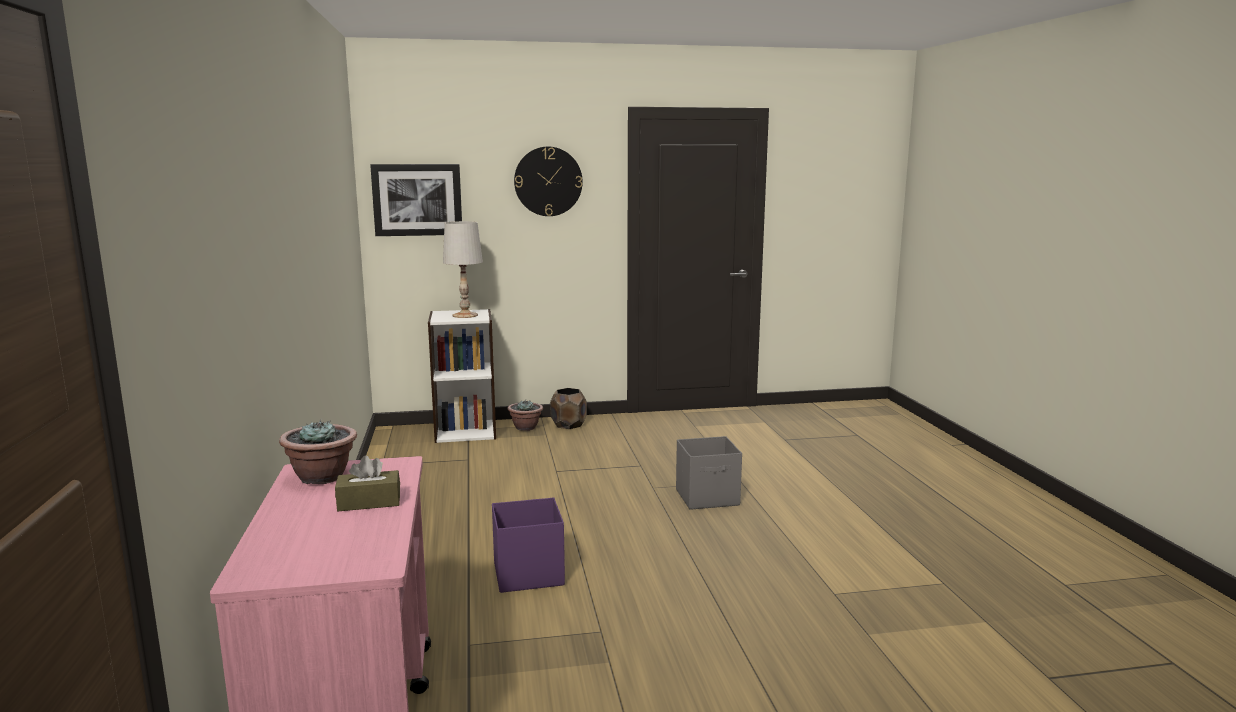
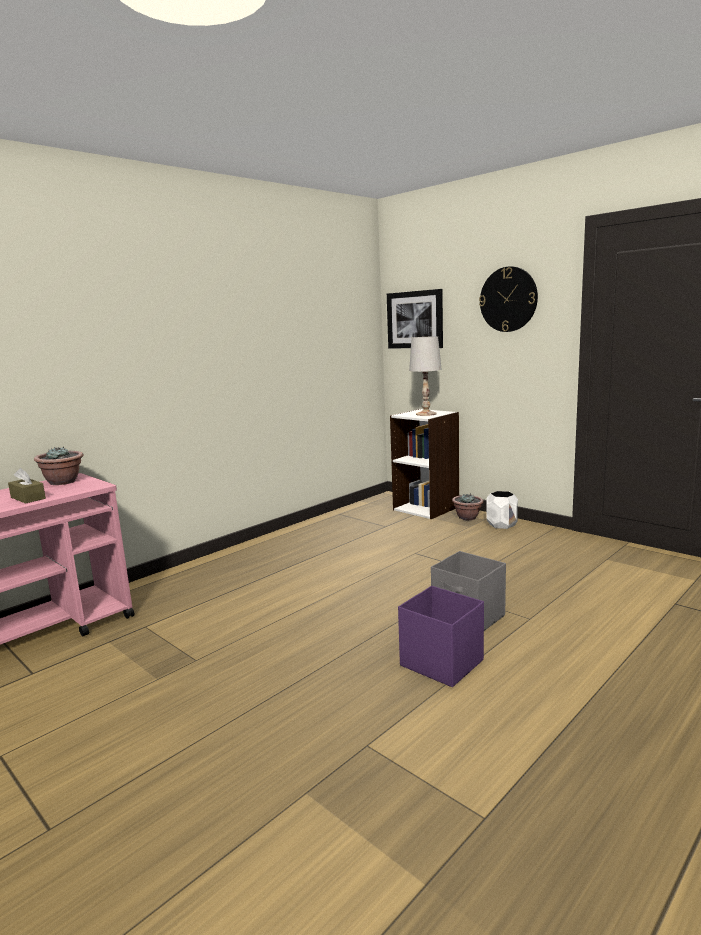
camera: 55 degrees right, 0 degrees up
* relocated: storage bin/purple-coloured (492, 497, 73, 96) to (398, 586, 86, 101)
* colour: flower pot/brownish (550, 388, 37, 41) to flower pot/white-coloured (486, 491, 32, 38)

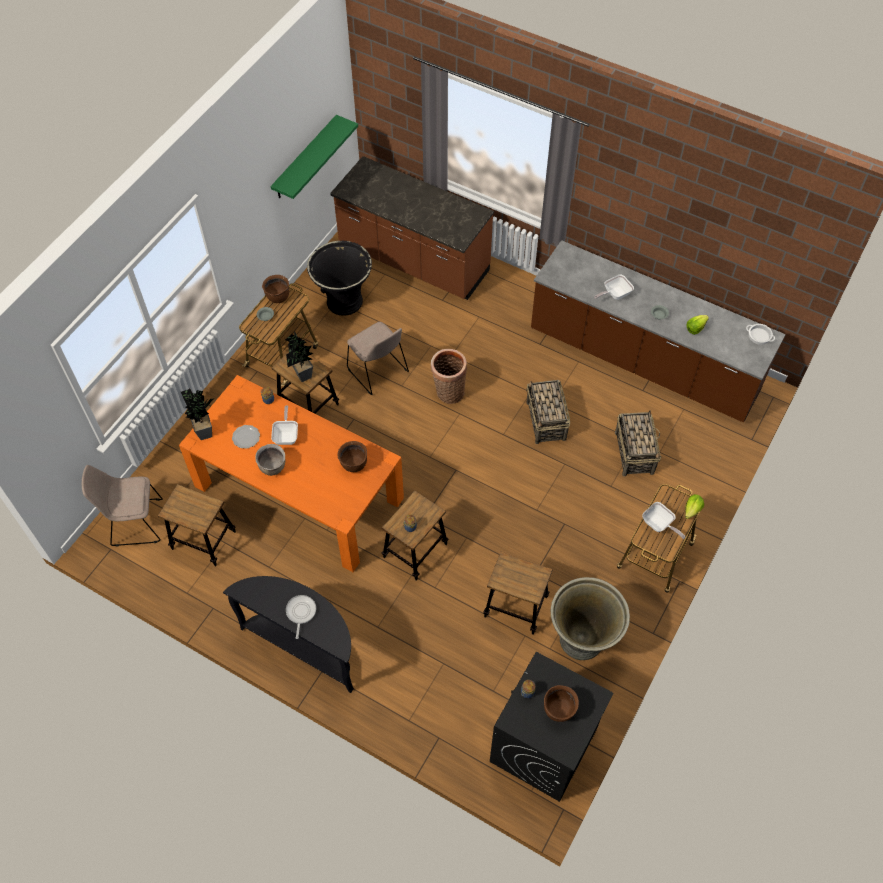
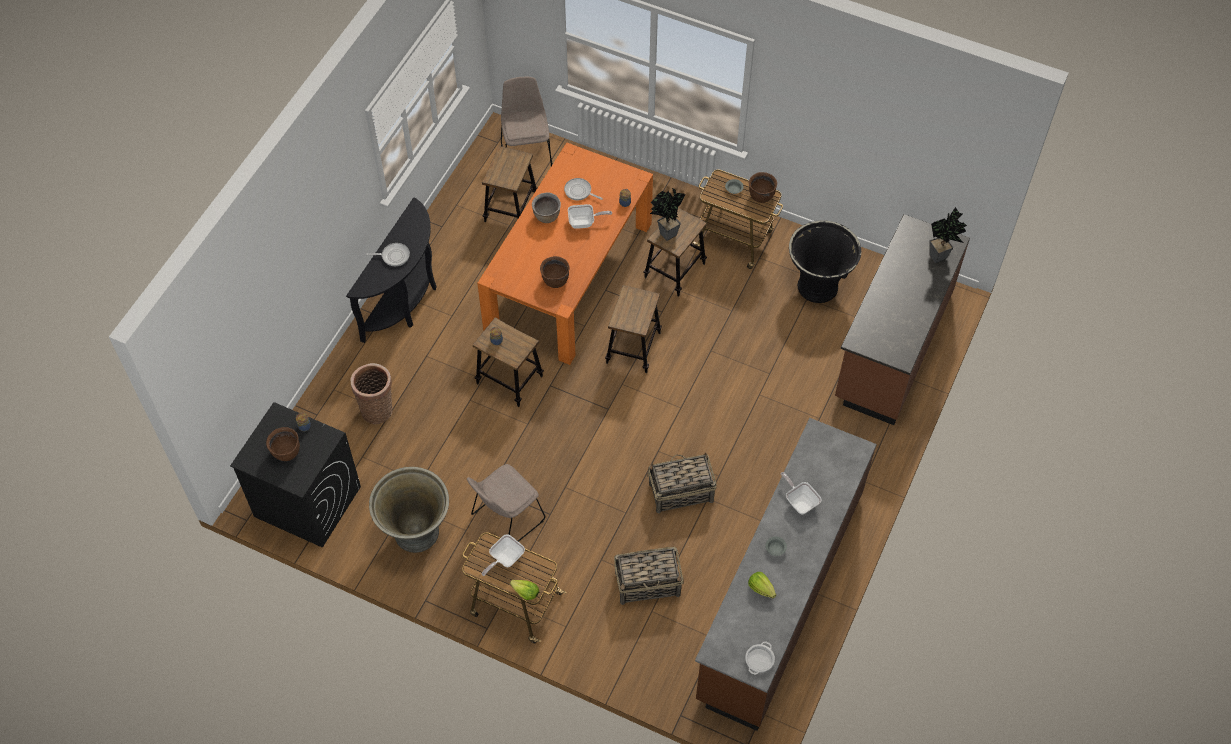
camera: 85 degrees right, 0 degrees up
* relocated: storage basket (431, 349, 36, 55) to (350, 363, 42, 61)
* relocated: chair/sand-coloured (347, 322, 62, 73) to (467, 464, 78, 78)
* exchanged: dinner plate (232, 425, 28, 24) to pan (564, 178, 39, 22)
* relocated: stool seat (483, 552, 70, 83) to (605, 285, 57, 88)
* relocated: houseplant (181, 389, 32, 51) to (929, 207, 38, 56)
* missing: shelf/greenish (271, 115, 87, 84)

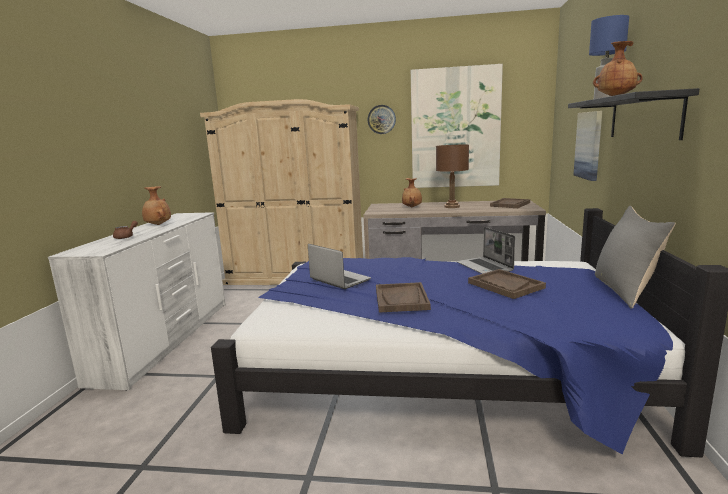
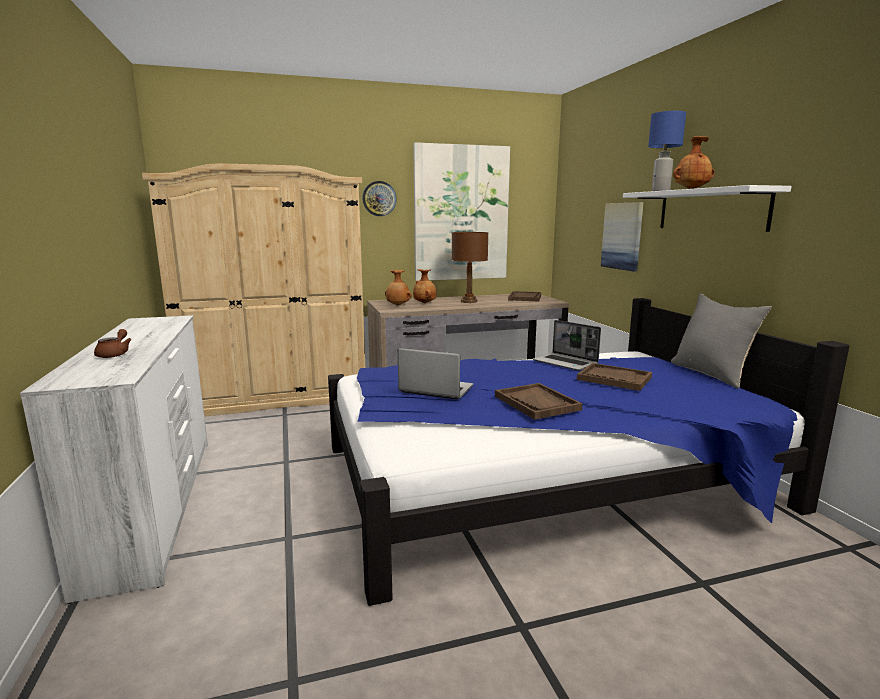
camera: 25 degrees left, 0 degrees up
* relocated: decorative vase/brownish (142, 187, 29, 38) to (385, 270, 27, 35)
* colour: shelf/black (568, 88, 131, 52) to shelf/white-coloured (623, 185, 168, 47)

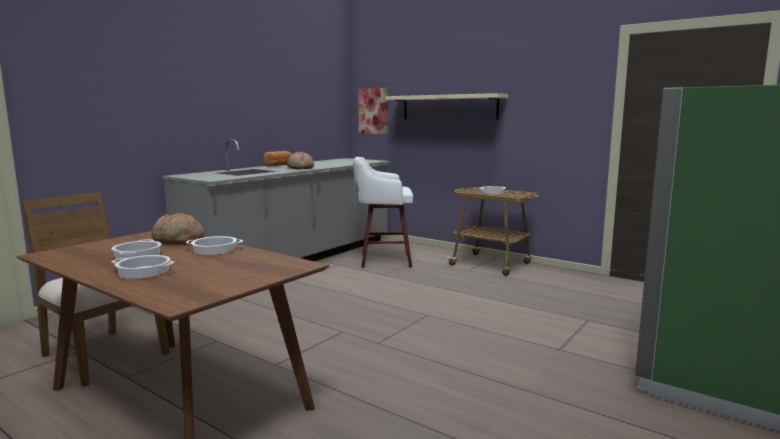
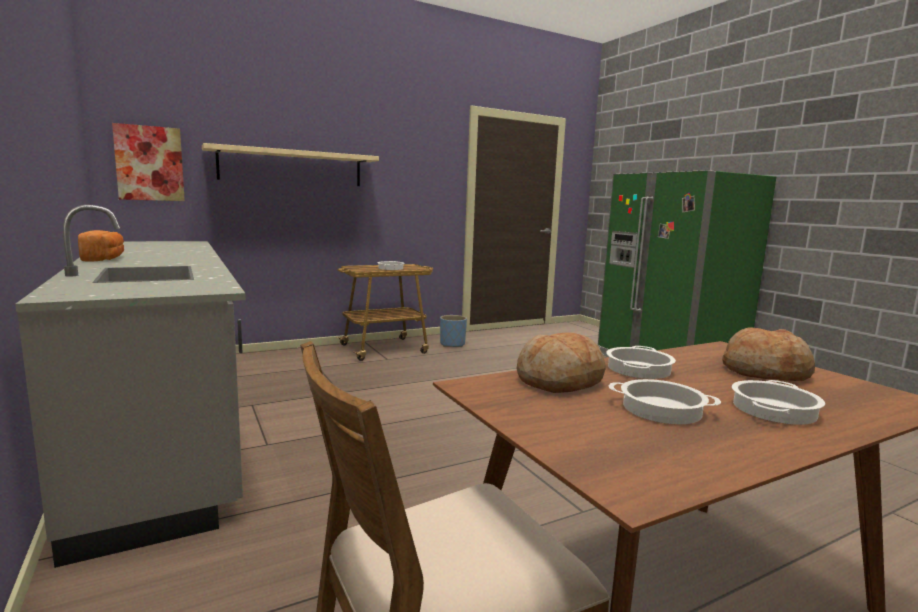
camera: 65 degrees left, 0 degrees up
* appeared: flower pot/blue (440, 315, 27, 32)
* relocated: bakery bread (287, 152, 27, 17) to (722, 327, 93, 54)
* missing: stool seat/white-coloured (353, 157, 60, 111)

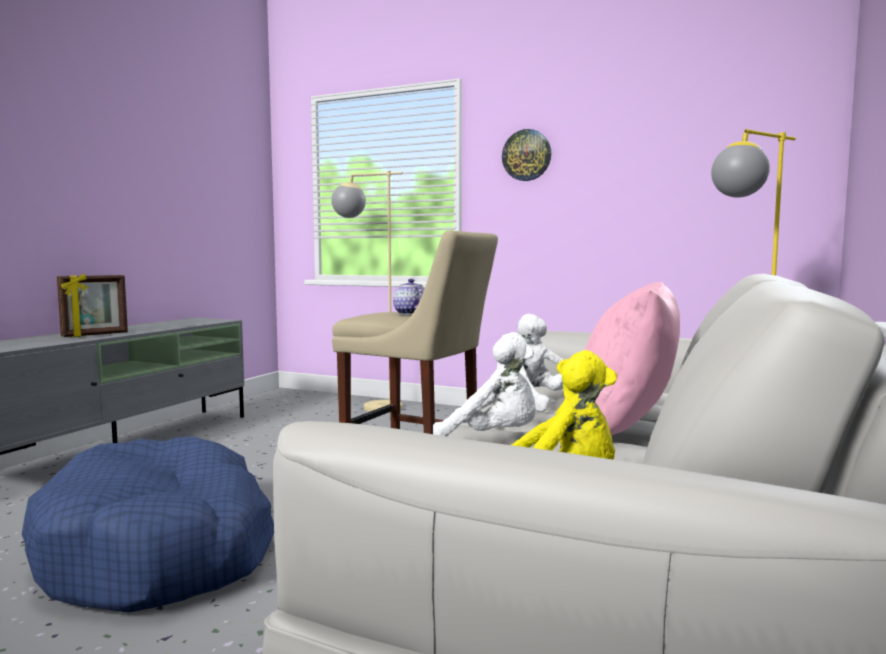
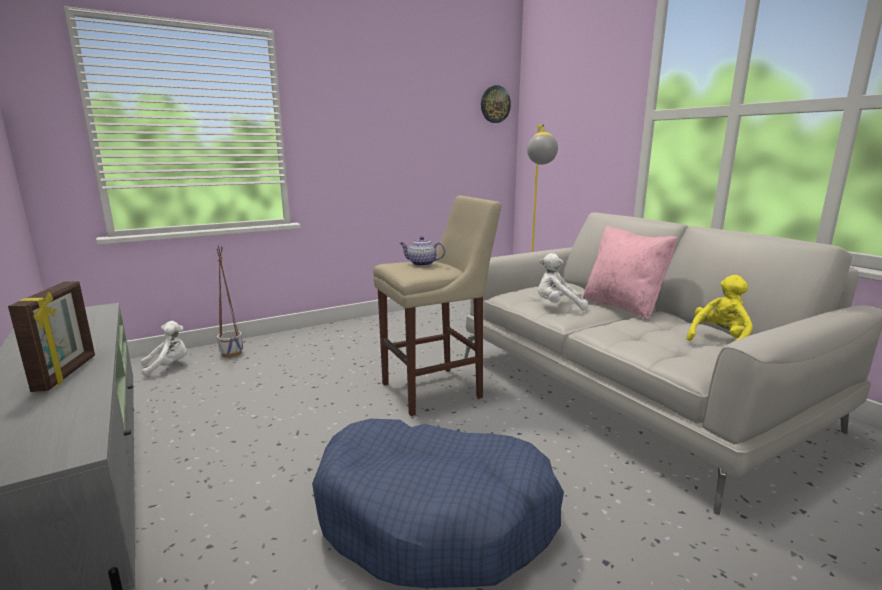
camera: 55 degrees left, 10 degrees up
* relocated: soft toy/white-coloured (433, 332, 103, 105) to (141, 321, 46, 56)
* exchanged: floor lamp/sand-coloured (331, 171, 72, 241) to flower pot (217, 245, 26, 113)
* relocated: hanging clock (502, 129, 49, 52) to (481, 85, 30, 38)

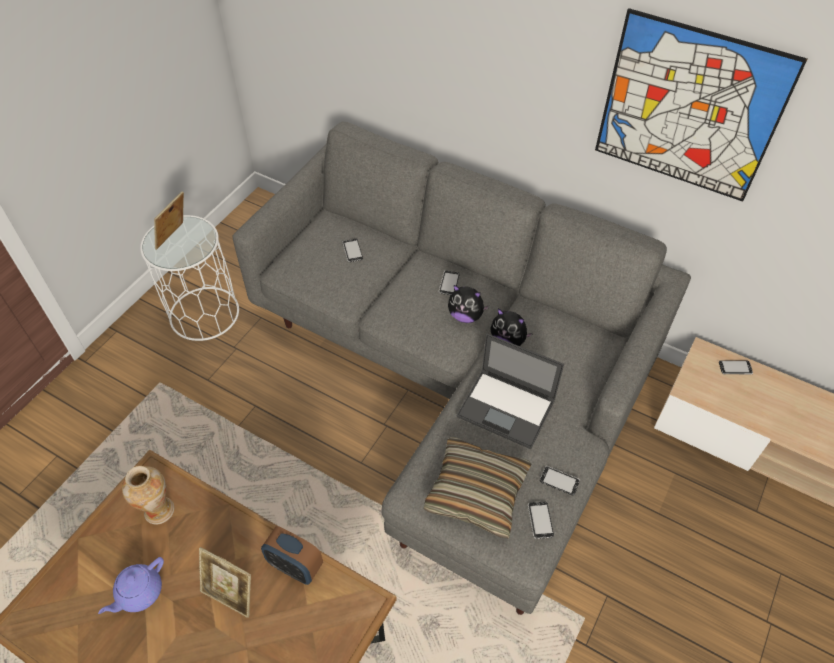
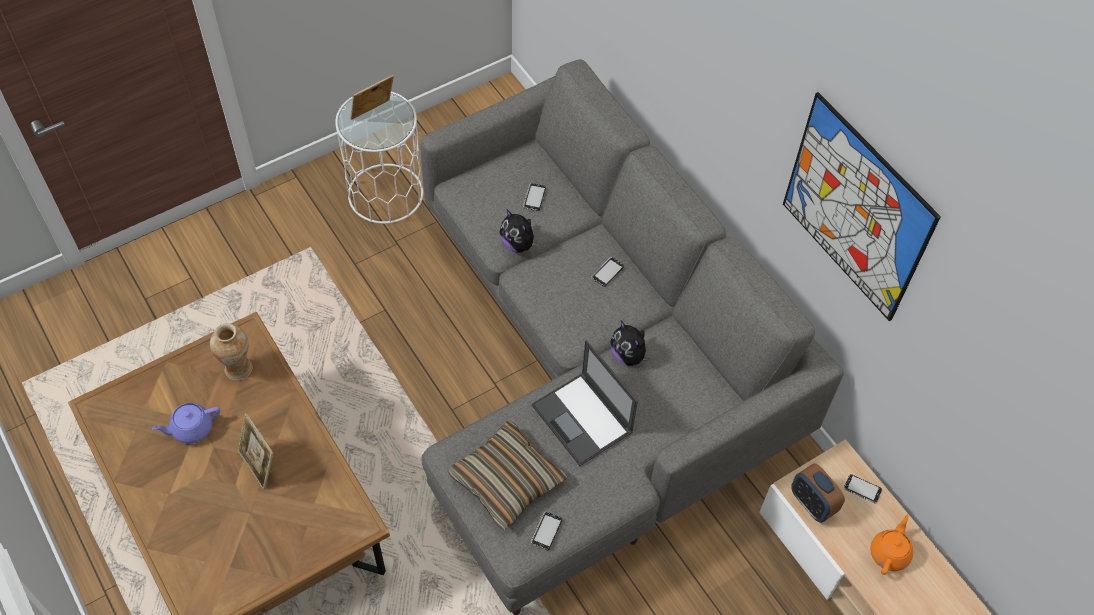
camera: 25 degrees right, 5 degrees up
* relocated: soft toy (448, 285, 41, 38) to (500, 209, 40, 44)
* relocated: alarm clock (261, 526, 62, 59) to (791, 463, 54, 60)
* appeared: teapot/orange (870, 515, 43, 60)
* missing: telephone (540, 466, 40, 29)

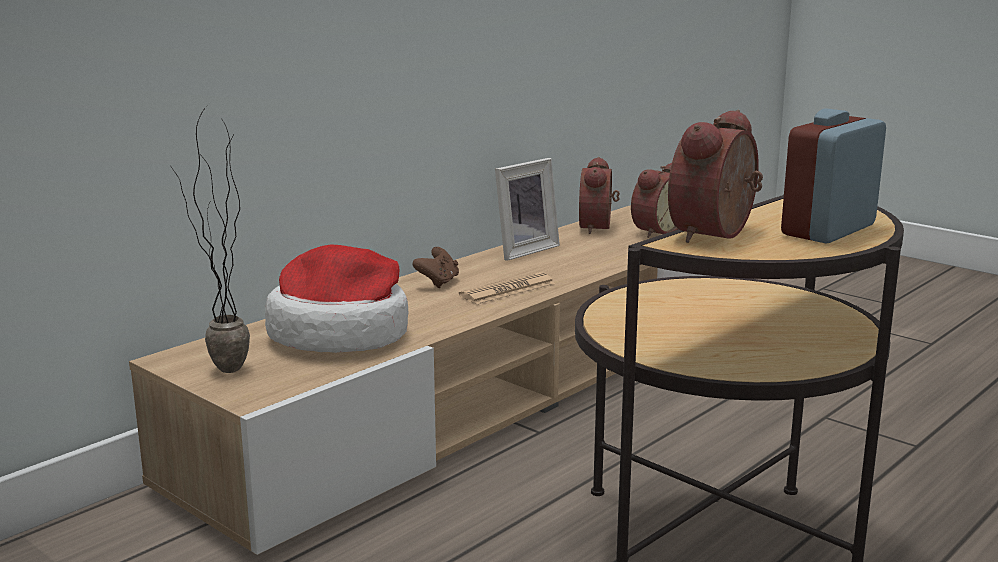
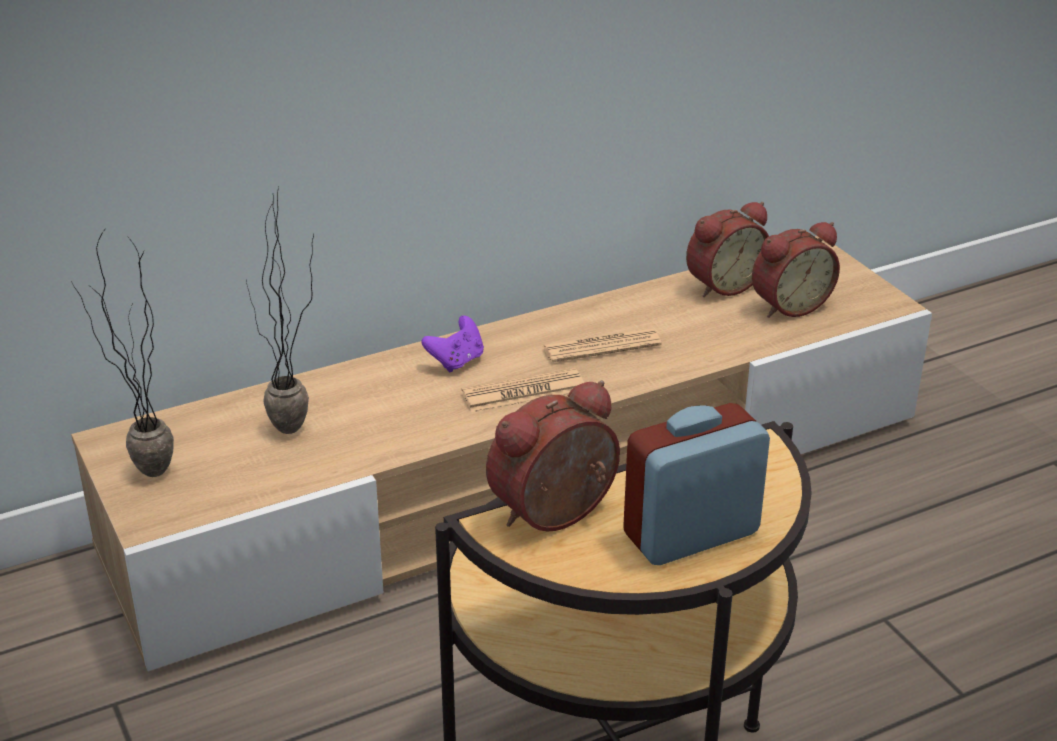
camera: 20 degrees right, 15 degrees up
* exchanged: wearable hat (265, 244, 144, 109) to houseplant (246, 187, 68, 247)
* colour: gamepad/brownish (413, 247, 46, 41) to gamepad/purple-coloured (422, 316, 62, 56)
* appeared: daily paper (542, 328, 120, 35)
* spun: alarm clock (579, 157, 41, 77) = (686, 202, 83, 95) 150 degrees counterclockwise
* missing: picture frame (495, 158, 65, 103)

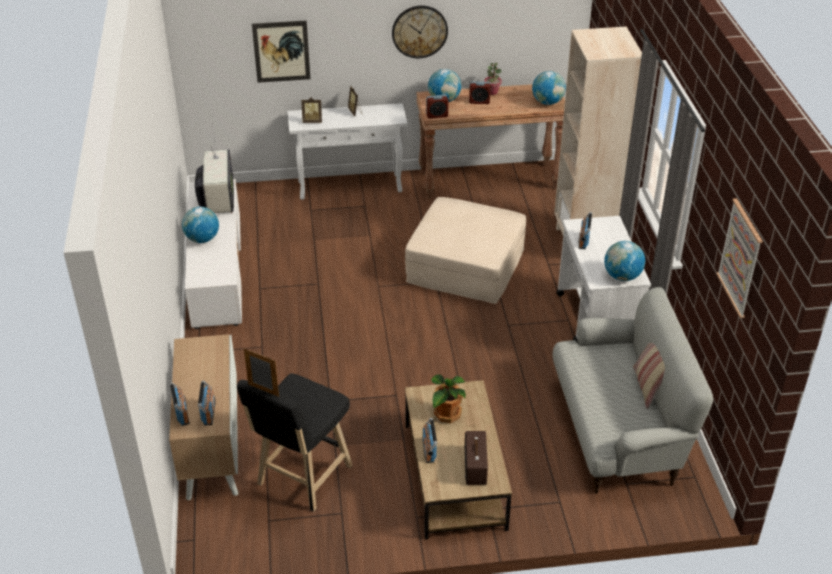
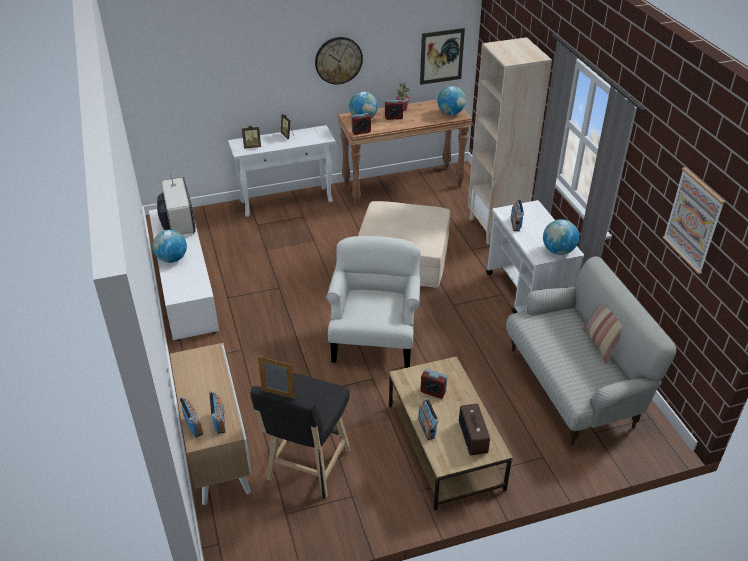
camera: 10 degrees left, 0 degrees up
* appeared: armchair/white-coloured (326, 236, 95, 132)
* relocated: picture (252, 20, 59, 63) to (420, 28, 45, 57)
* exchanged: houseplant (431, 374, 35, 49) to alarm clock (420, 369, 27, 30)

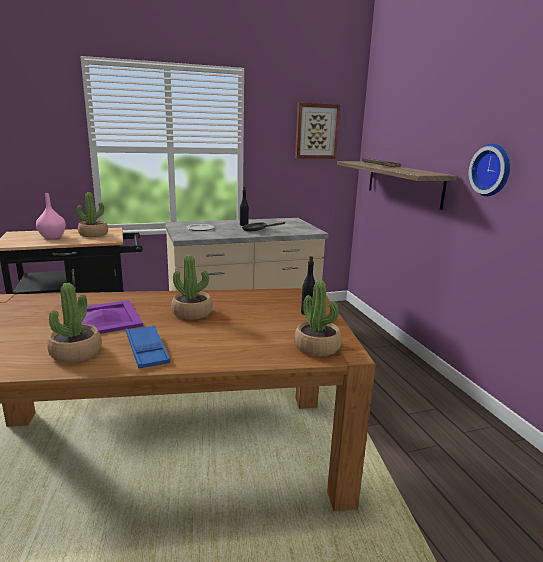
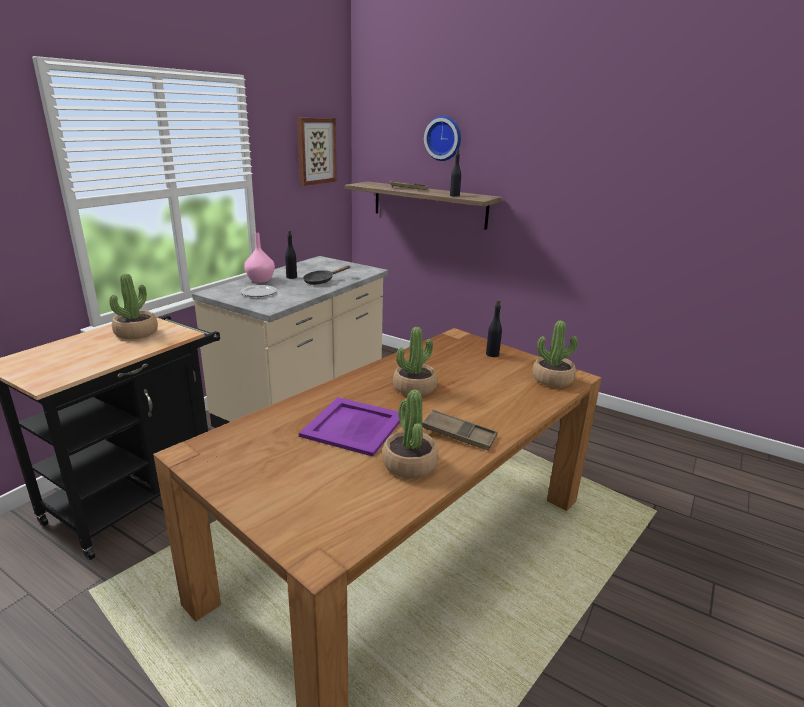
camera: 40 degrees left, 5 degrees up
* relocated: decorative vase/pinkish (36, 193, 30, 46) to (244, 233, 31, 50)
* colour: carrying tray/blue (126, 325, 44, 44) to carrying tray/brownish (422, 409, 76, 42)
* relocated: hanging clock (469, 144, 41, 52) to (424, 116, 37, 45)
* appeared: bottle/black (450, 150, 11, 47)

